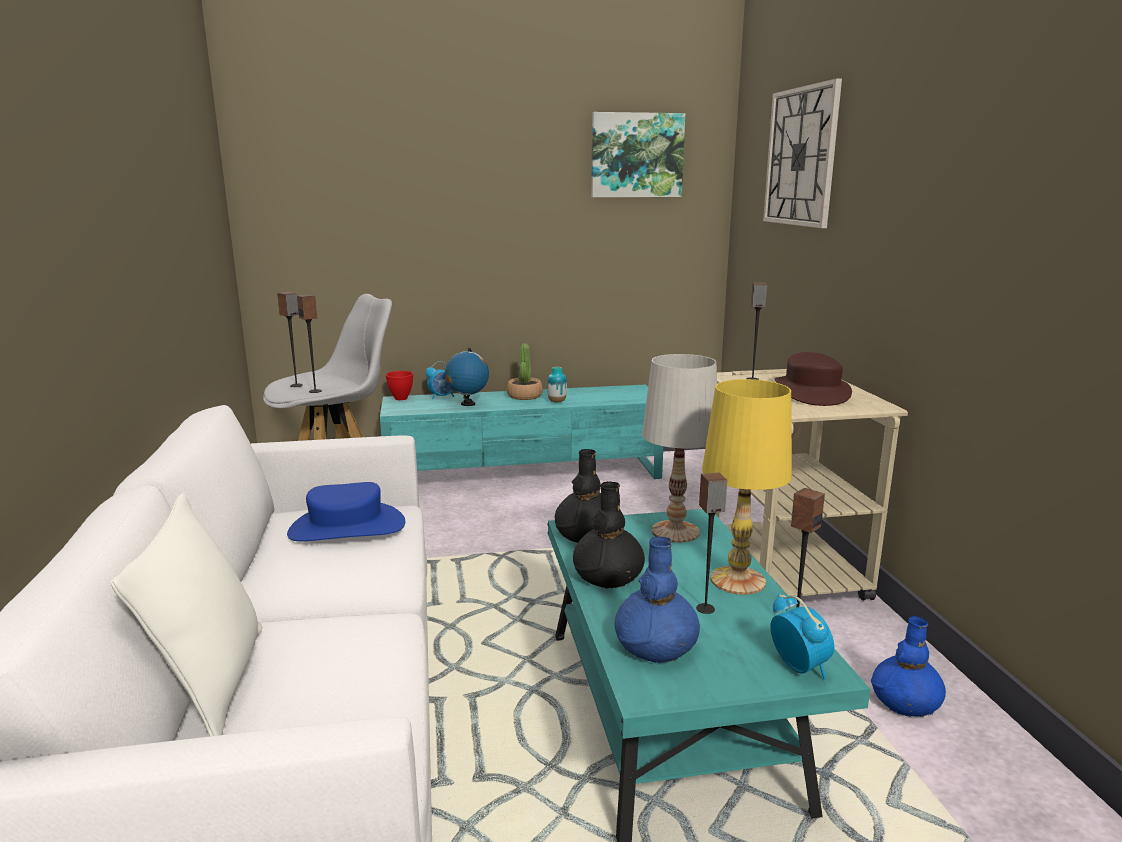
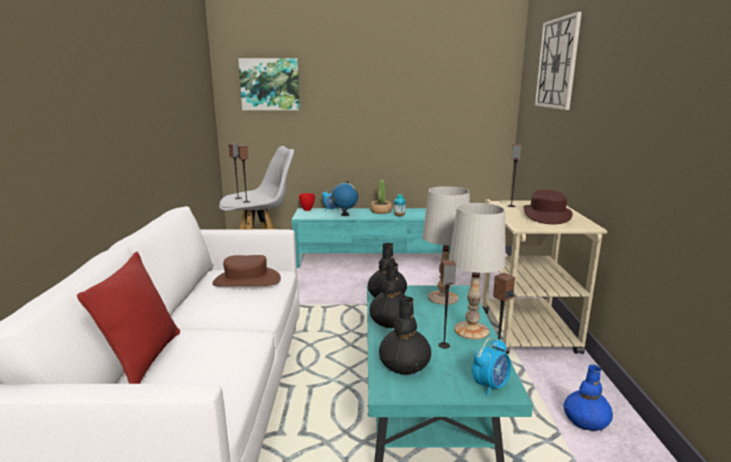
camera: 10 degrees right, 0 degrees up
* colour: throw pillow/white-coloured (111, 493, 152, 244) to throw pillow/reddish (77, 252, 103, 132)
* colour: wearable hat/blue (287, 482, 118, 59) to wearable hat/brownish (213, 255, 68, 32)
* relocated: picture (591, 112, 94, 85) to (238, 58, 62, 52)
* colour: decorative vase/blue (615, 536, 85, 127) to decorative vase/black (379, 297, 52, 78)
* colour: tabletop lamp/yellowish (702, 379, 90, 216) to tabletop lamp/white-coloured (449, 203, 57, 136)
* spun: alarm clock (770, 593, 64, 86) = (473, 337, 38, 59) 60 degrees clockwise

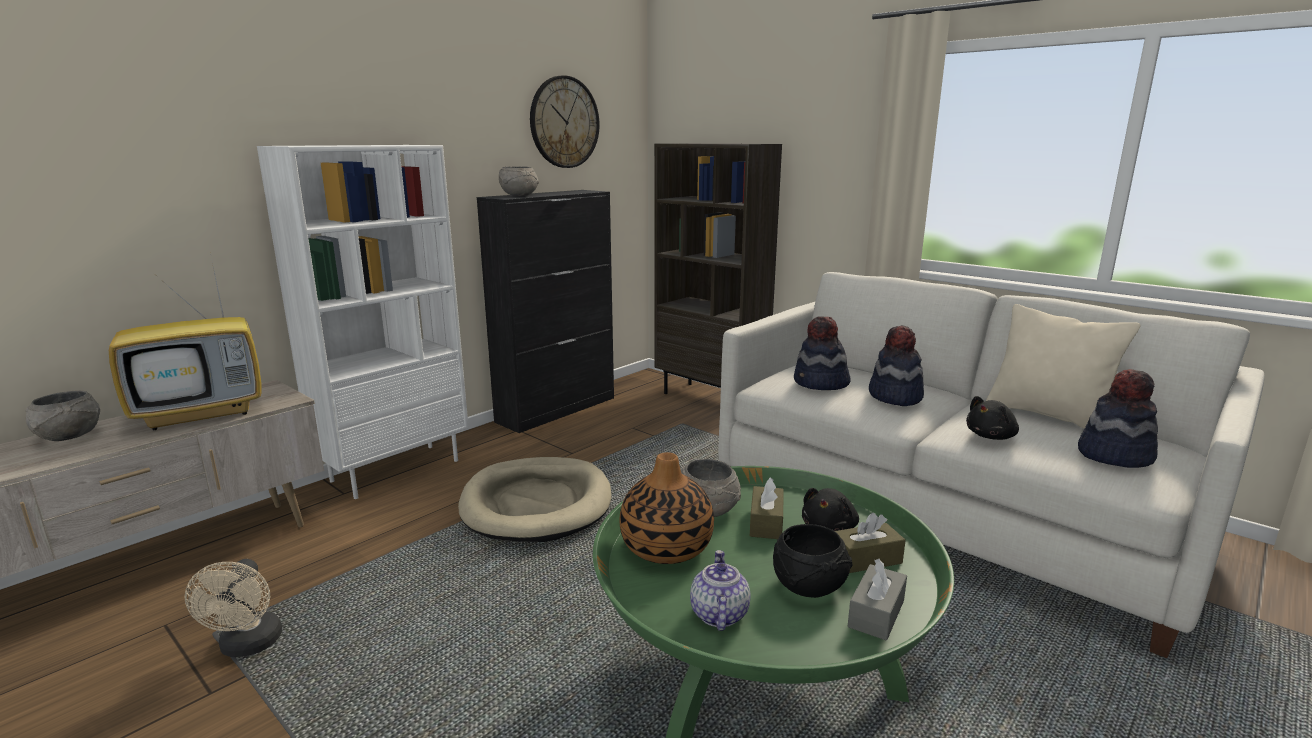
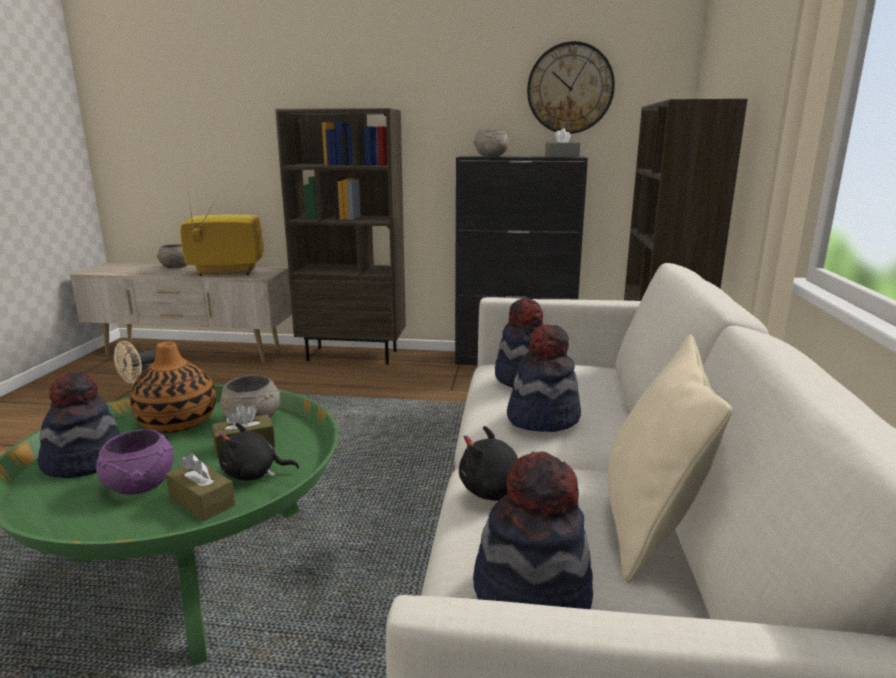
camera: 55 degrees right, 0 degrees up
* exchanged: teapot (690, 550, 60, 81) to wearable hat (37, 372, 83, 106)
* colour: bowl/black (773, 524, 79, 74) to bowl/purple-coloured (96, 429, 78, 66)
* spun: TV (109, 257, 153, 173) = (180, 184, 83, 92) 150 degrees clockwise
* colour: bookcase/white-coloured (257, 145, 212, 354) to bookcase/brownish (275, 108, 131, 257)
* relocated: tissue box/greyish (848, 559, 59, 81) to (545, 128, 35, 29)
* missing: dog bed/sand-coloured (458, 457, 153, 85)

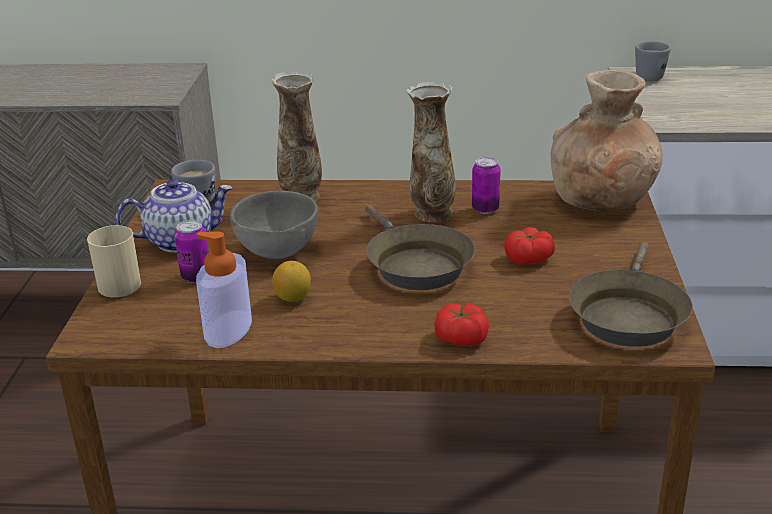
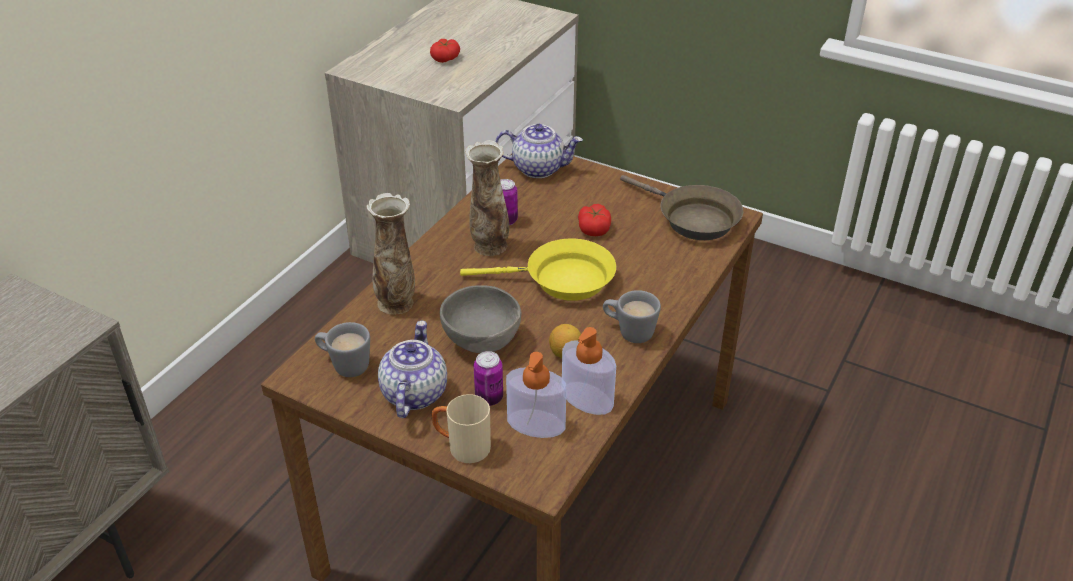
camera: 65 degrees left, 10 degrees up
* relocated: fresh tomato (434, 303, 55, 43) to (430, 39, 30, 24)
* colour: pan/brownish (365, 205, 110, 85) to pan/yellowish (460, 238, 156, 63)
* exchanged: decorative vase/brownish (551, 70, 112, 141) to teapot (495, 124, 88, 54)
* appeared: liquid soap bottle (506, 352, 60, 86)
* relocated: coffee mug/greyish (635, 41, 36, 40) to (603, 290, 58, 53)

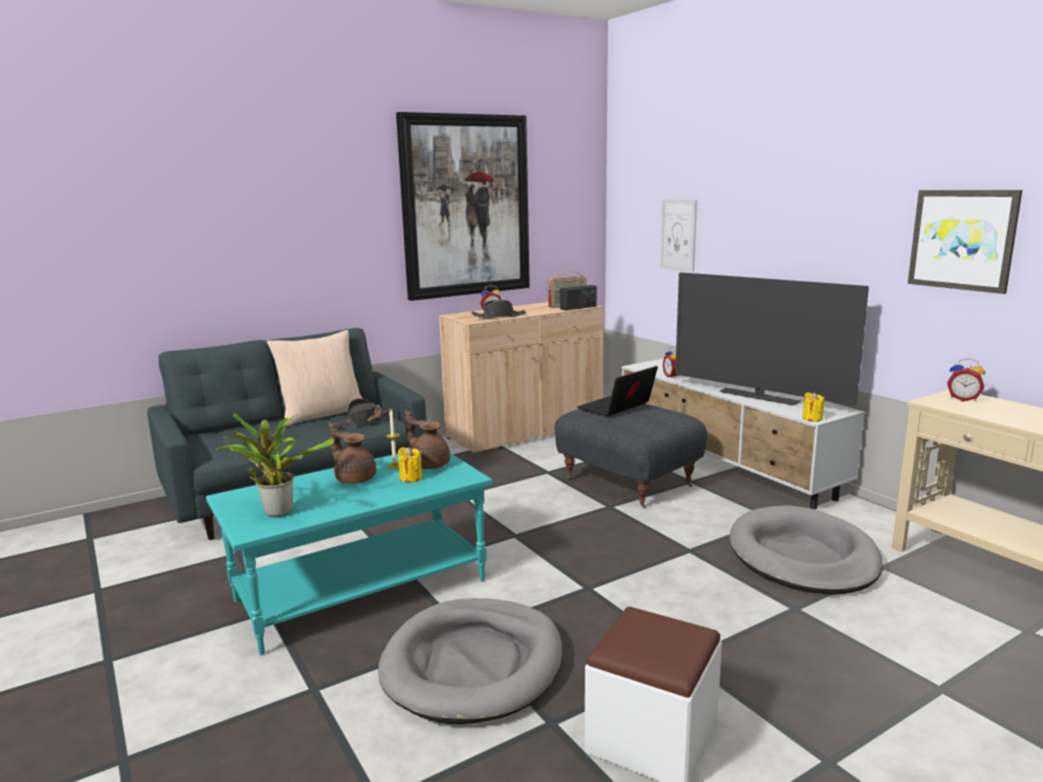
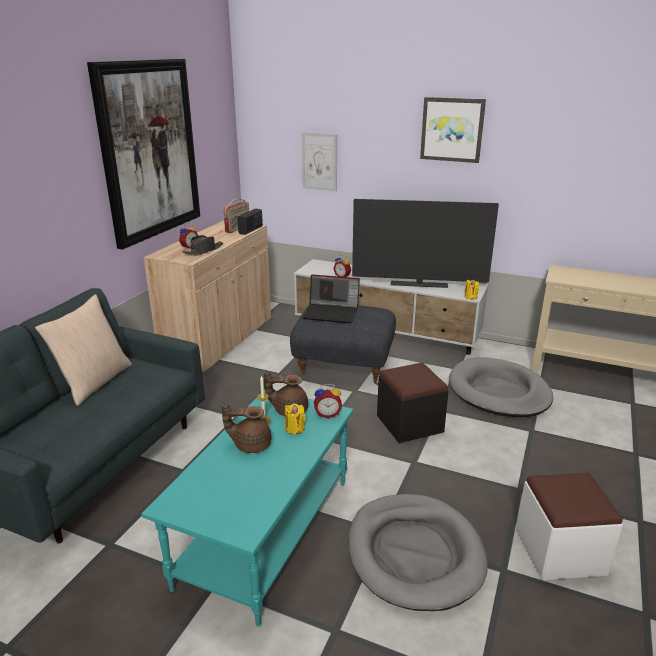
camera: 35 degrees left, 10 degrees up
* spun: notebook computer (577, 366, 81, 50) = (302, 274, 58, 49) 90 degrees counterclockwise
* relocated: alarm clock (947, 358, 38, 44) to (314, 384, 28, 35)
* appeared: ottoman/black (377, 363, 72, 80)
* relocated: picture (908, 190, 114, 104) to (420, 97, 66, 66)
* missing: houseplant (216, 413, 118, 104)
* missing: wearable hat/black (335, 398, 59, 29)

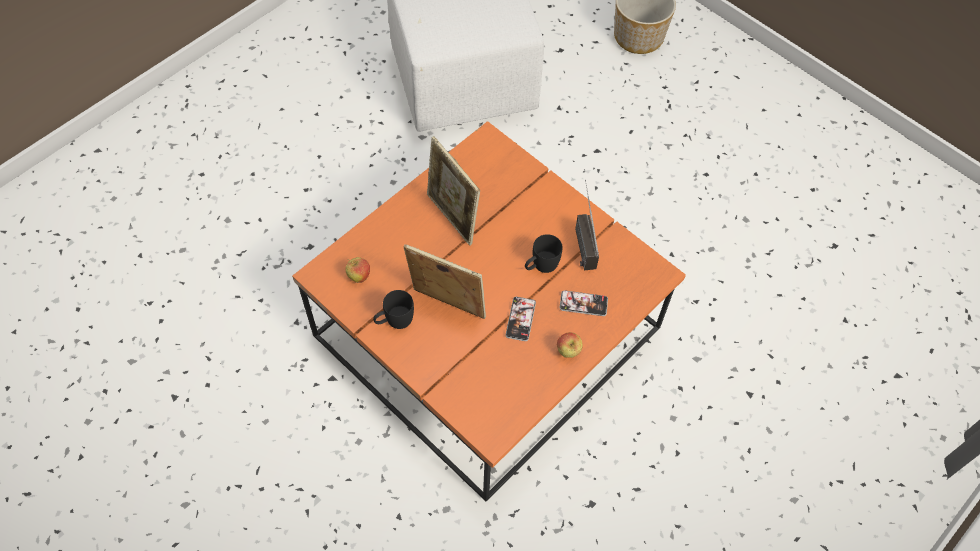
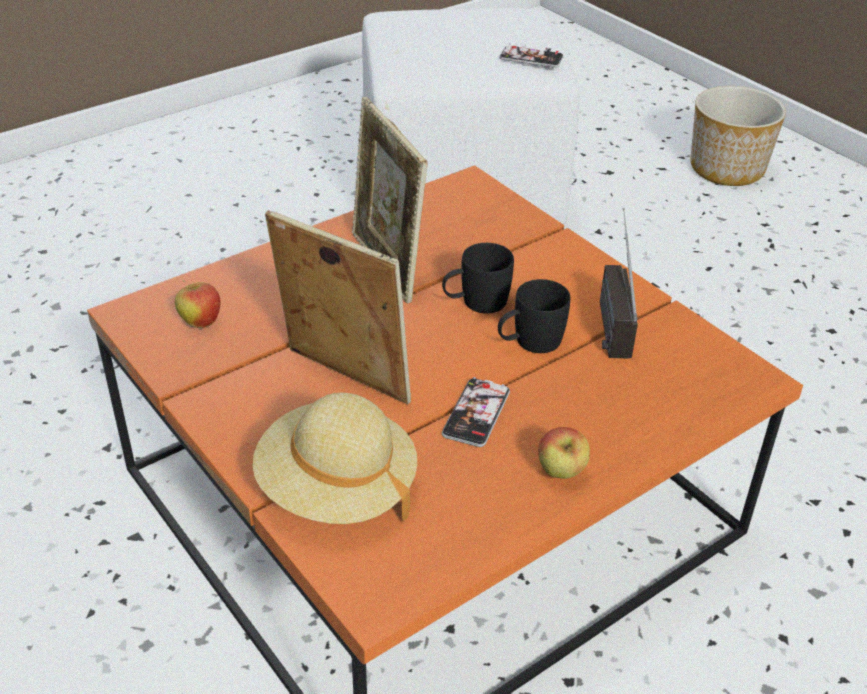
camera: 10 degrees right, 20 degrees down
* appeared: wearable hat/sand-coloured (253, 393, 164, 131)
* relocated: coffee mug/black (373, 290, 41, 39) to (442, 243, 72, 71)
* relocated: telephone (559, 290, 49, 26) to (499, 43, 65, 25)

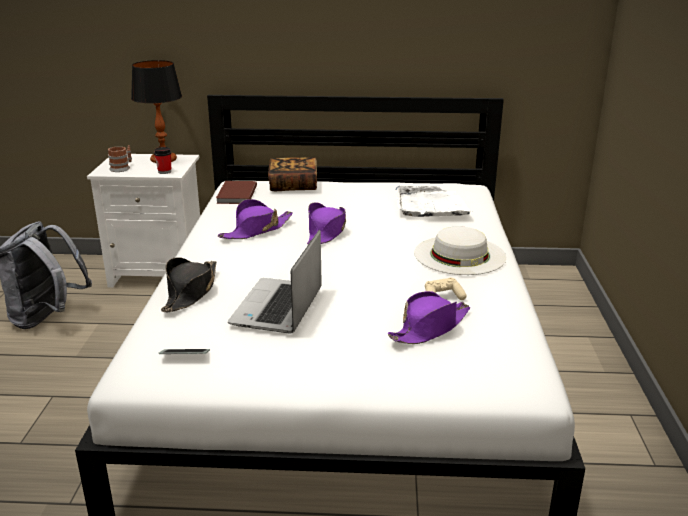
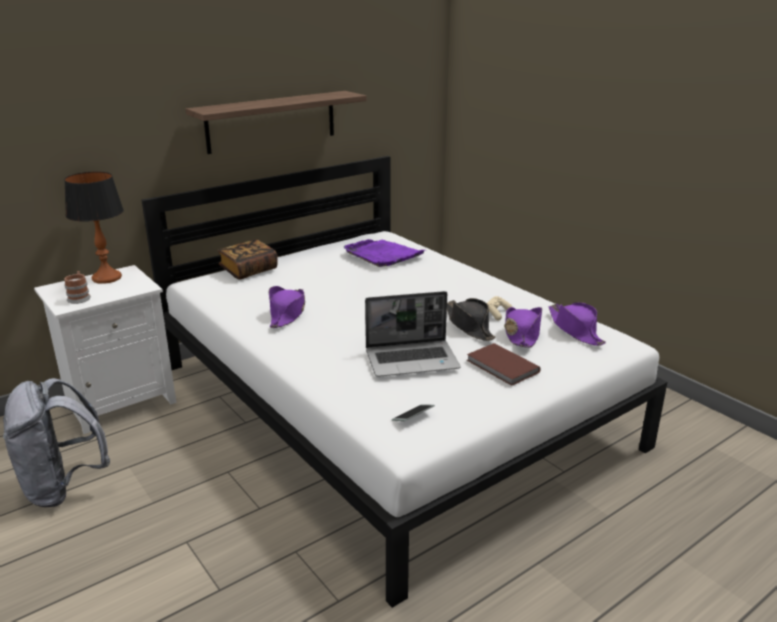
camera: 40 degrees left, 0 degrees up
* appeared: shelf (185, 91, 182, 63)
* colour: carrying tray/white-coloured (395, 186, 78, 31) to carrying tray/purple-coloured (344, 239, 81, 28)
* spun: notebook computer (228, 230, 94, 104) = (365, 291, 96, 86) 75 degrees counterclockwise
* relocated: wearable hat/black (161, 257, 55, 55) to (447, 298, 48, 43)
* relocated: volume/brownish (216, 181, 41, 23) to (467, 343, 74, 43)
* relocated: wearable hat/purple-coloured (307, 202, 39, 42) to (548, 302, 58, 44)
* missing: cup (154, 147, 17, 27)
* missing: wearable hat/white-coloured (414, 226, 92, 49)

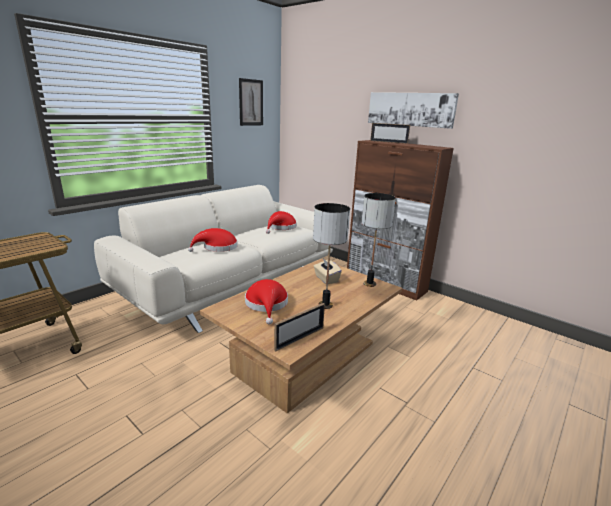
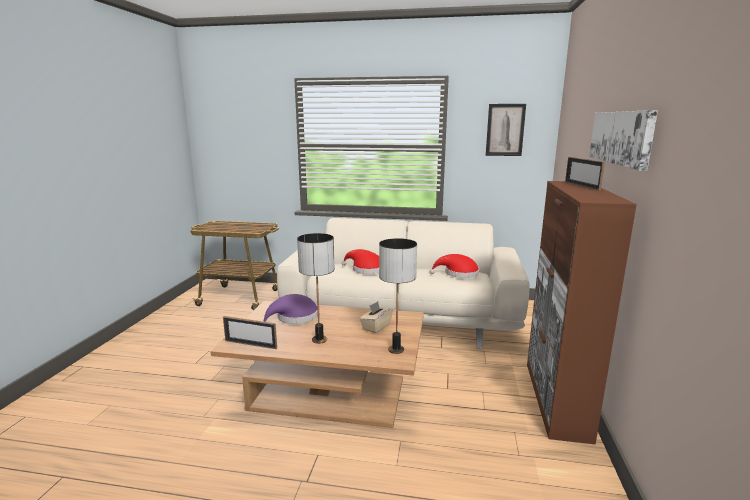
camera: 60 degrees right, 5 degrees down
* colour: wearable hat/reddish (245, 279, 43, 45) to wearable hat/purple-coloured (263, 294, 55, 30)

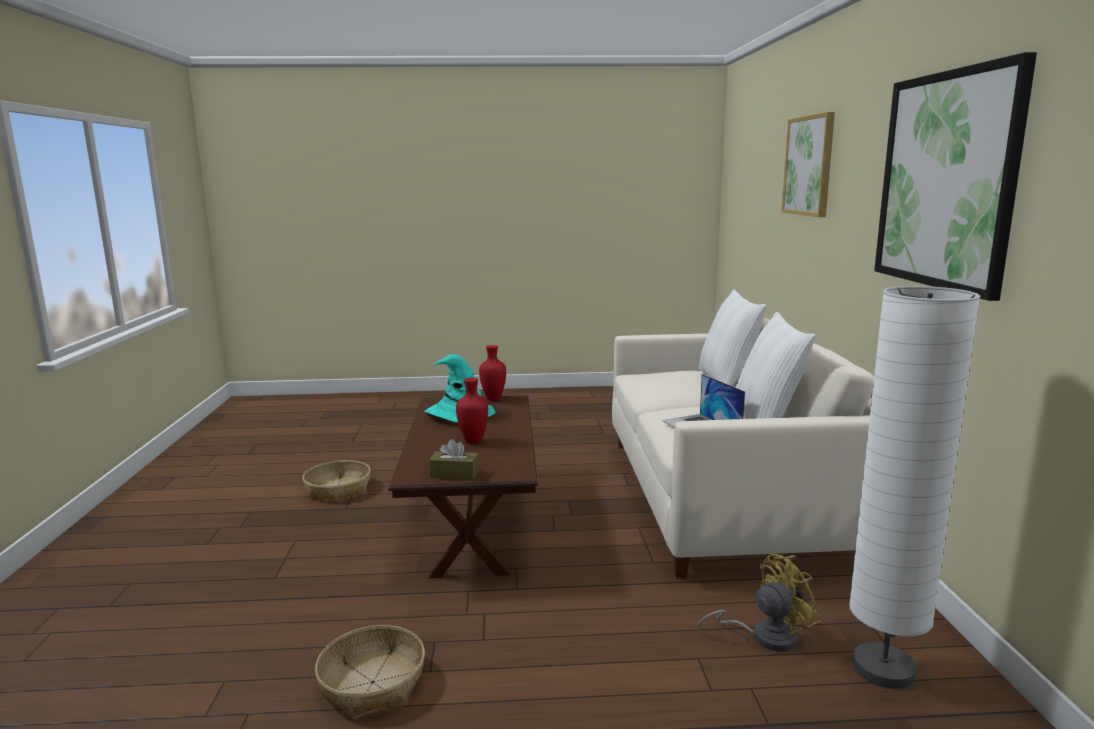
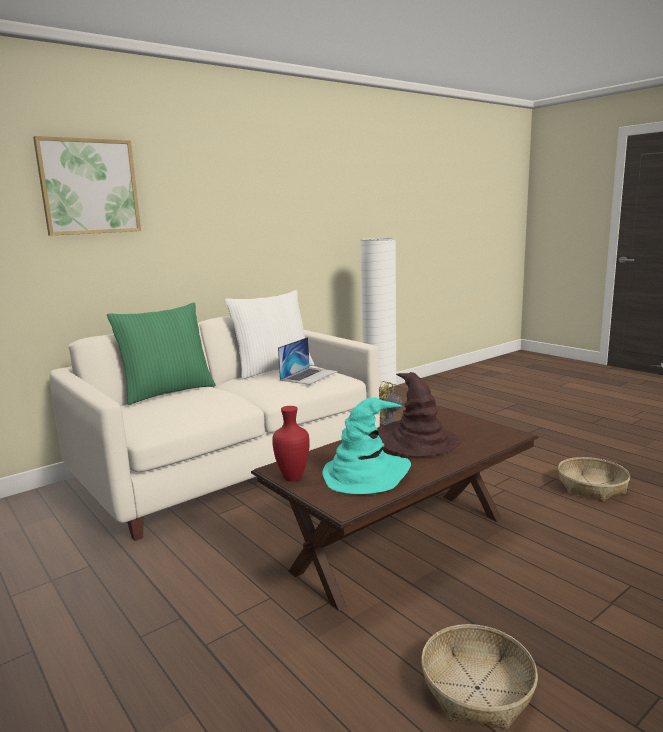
camera: 125 degrees left, 0 degrees up
* colour: throw pillow/white-coloured (698, 289, 68, 97) to throw pillow/greenish (107, 302, 109, 103)
* exchanged: decorative vase/reddish (456, 378, 32, 66) to wearable hat/brownish (379, 372, 81, 84)
* missing: tissue box/brownish (429, 439, 50, 41)
* missing: picture (874, 52, 163, 249)

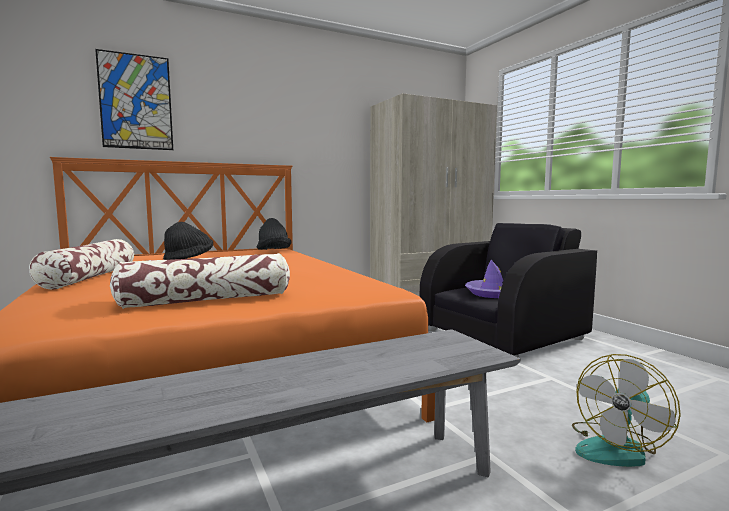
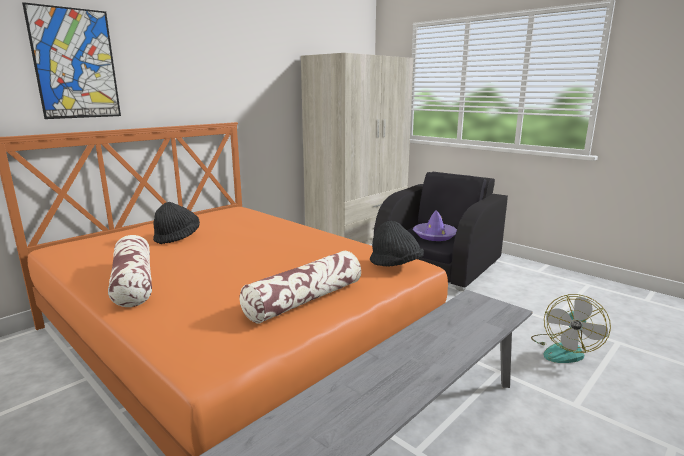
camera: 20 degrees left, 10 degrees up
* relocated: wearable hat/black (257, 218, 35, 32) to (370, 221, 54, 46)

